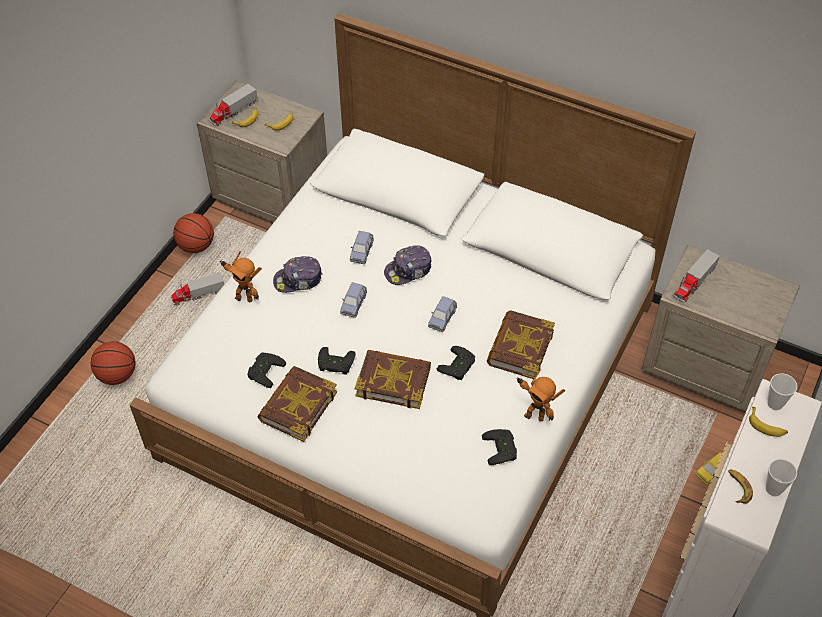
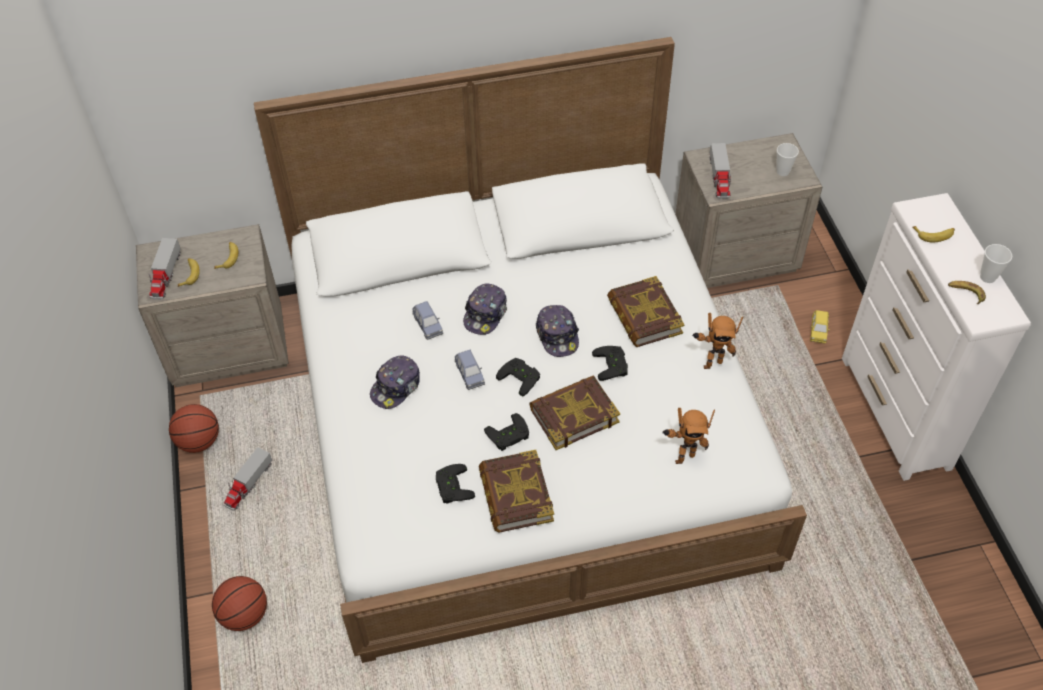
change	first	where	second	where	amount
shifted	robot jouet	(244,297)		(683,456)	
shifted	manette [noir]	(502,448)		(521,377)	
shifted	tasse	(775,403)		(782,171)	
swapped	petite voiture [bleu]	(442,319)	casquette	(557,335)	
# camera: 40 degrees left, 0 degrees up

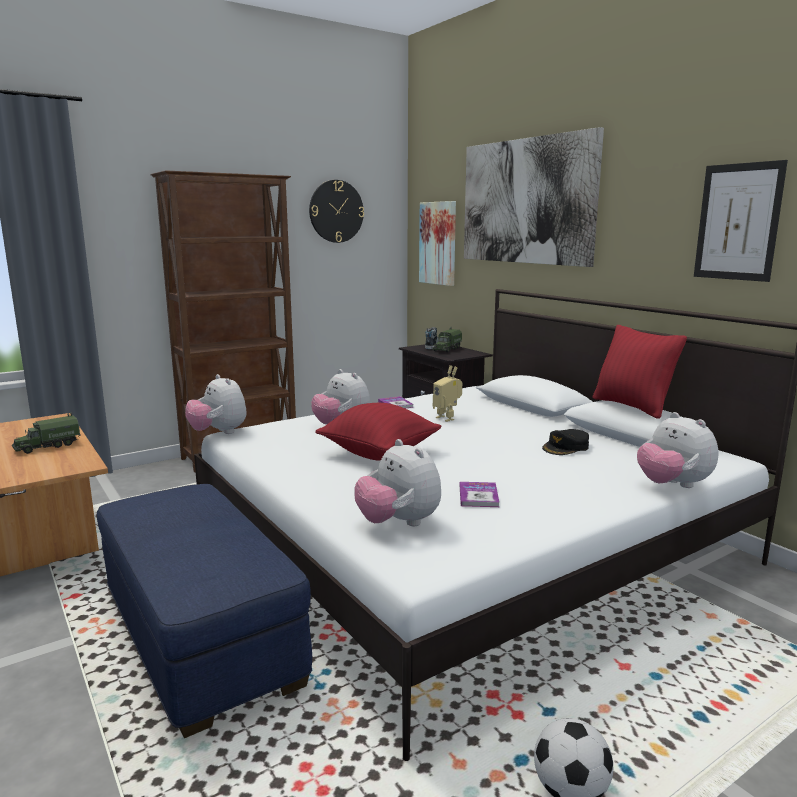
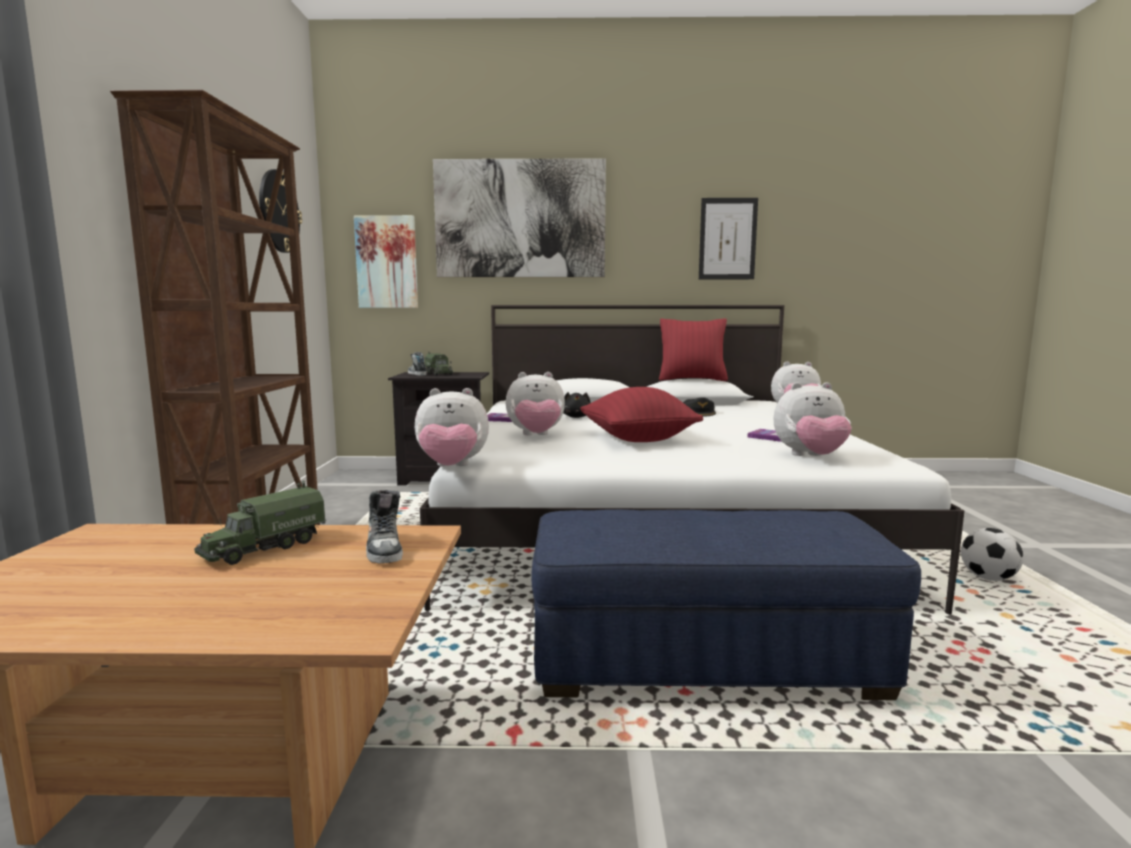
change	first	where	second	where	amount
new			chaussure	(385,548)	
swapped	robot jouet	(447,418)	peluche [noir]	(576,417)	
rotated	camion jouet	(47,446)		(264,548)	45 degrees clockwise
# camera: 55 degrees left, 5 degrees down

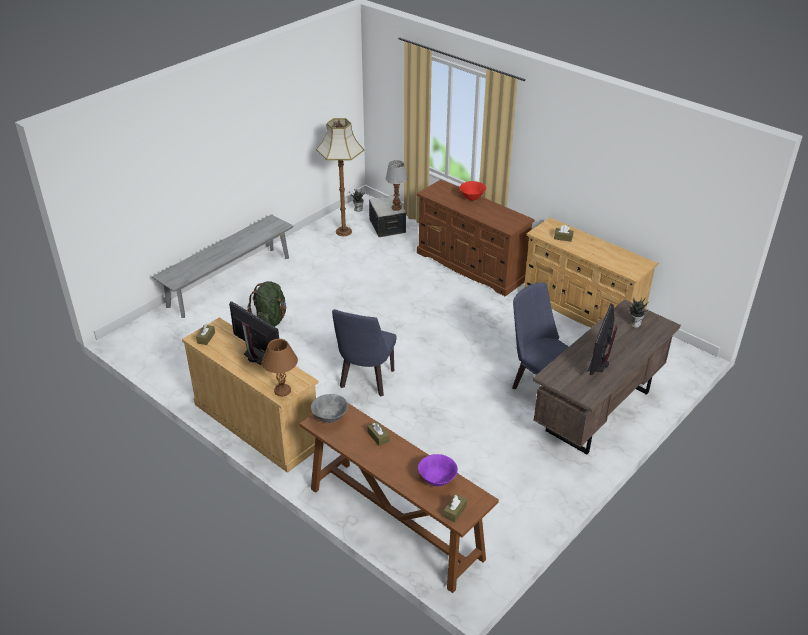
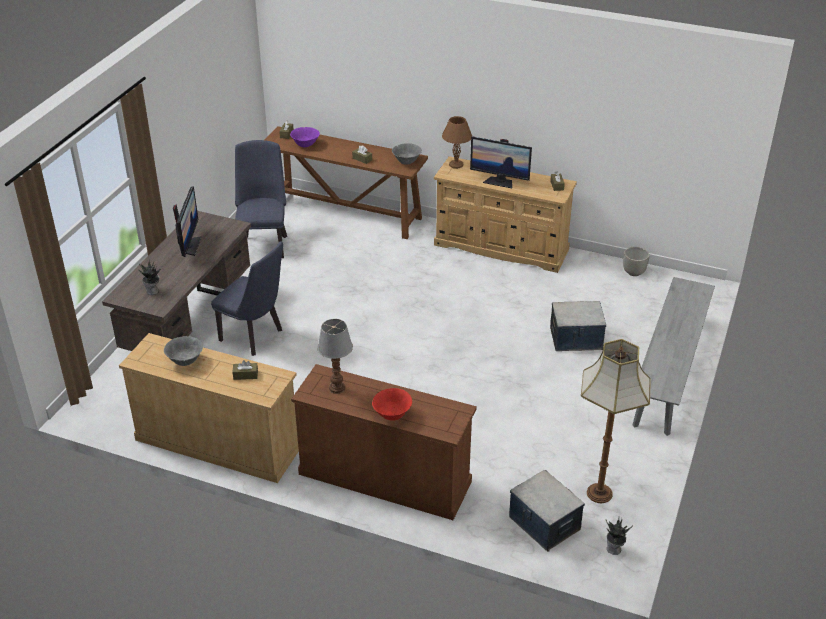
change	first	where	second	where	amount
new			bol [gris]	(186,361)	
new			cache-pot [gris]	(634,272)	
shifted	chaise [bleu]	(366,382)		(264,244)	
shifted	lampe de table	(396,208)		(337,388)	
swapped	sac à dos [vert]	(271,320)	boîte de rangement	(576,339)	
# camera: 160 degrees right, 0 degrees up

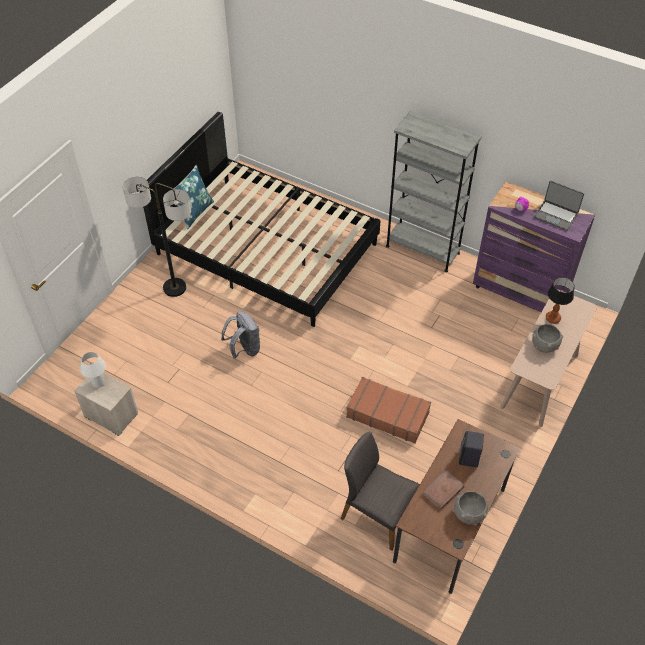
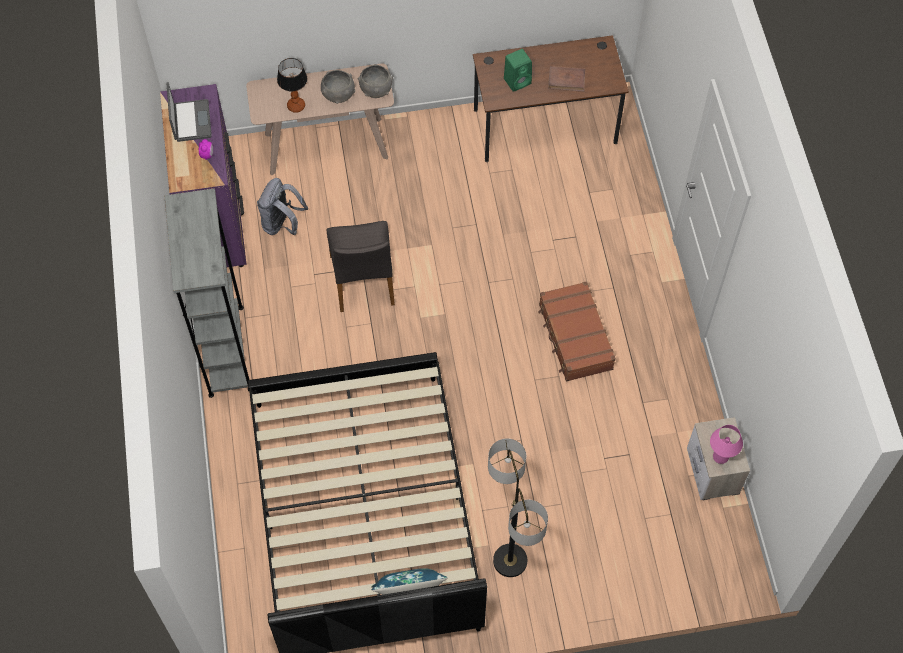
change	first	where	second	where	amount
shifted	sac à dos [gris]	(244,349)		(282,224)	
shifted	chaise [gris]	(377,513)		(363,280)	
shifted	valise [marron]	(387,414)		(574,337)	
shifted	bol [gris]	(469,514)		(376,90)	
repainted	lampe de table [blanc]	(98,383)	lampe de table [rose]	(720,456)	
repainted	enceinte [noir]	(469,458)	enceinte [vert]	(518,81)	
# camera: 130 degrees left, 10 degrees up

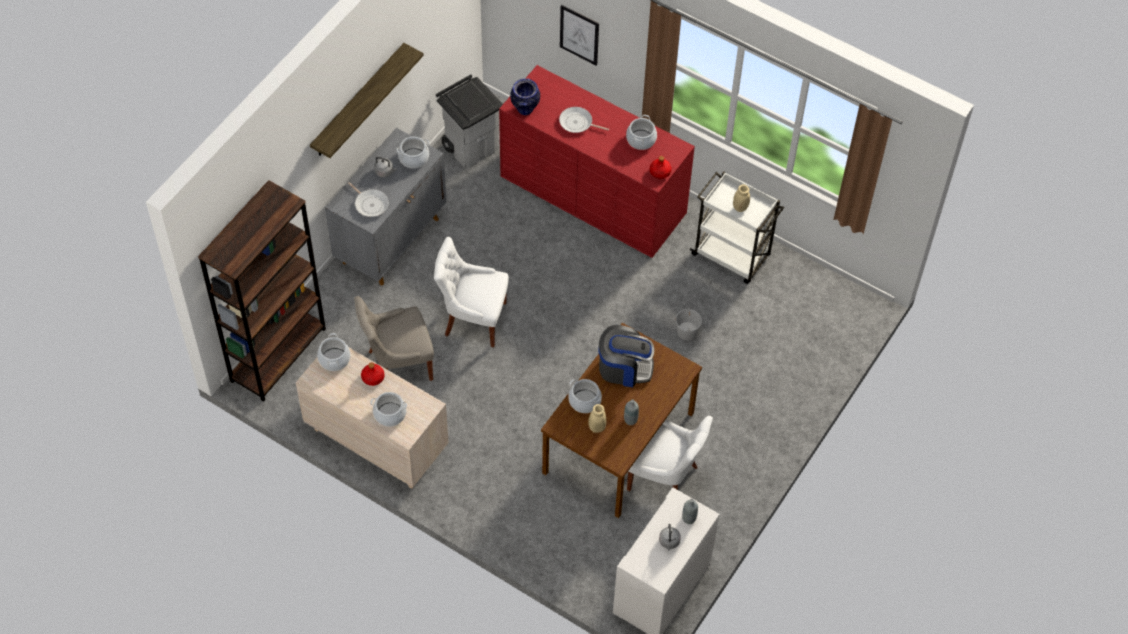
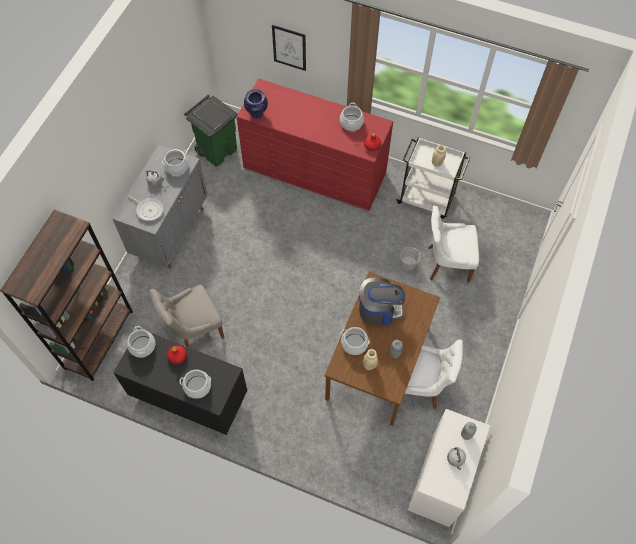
change	first	where	second	where	amount
gone	étagère	(358,101)			
gone	poêle	(577,123)			
shifted	chaise [blanc]	(473,319)		(447,263)	
repainted	commode [beige]	(376,440)	commode [noir]	(189,397)	
repainted	poubelle [gris]	(471,147)	poubelle [vert]	(217,150)	
# camera: 10 degrees left, 5 degrees up

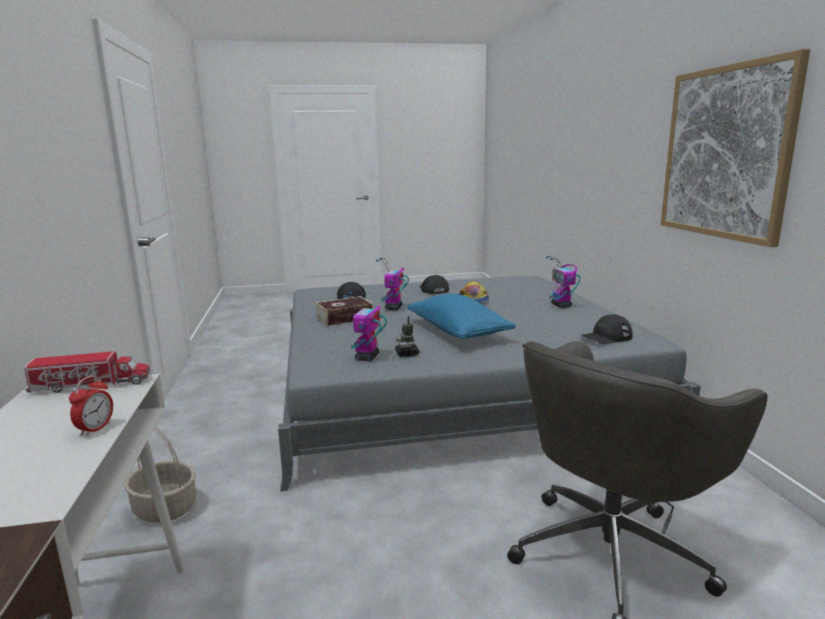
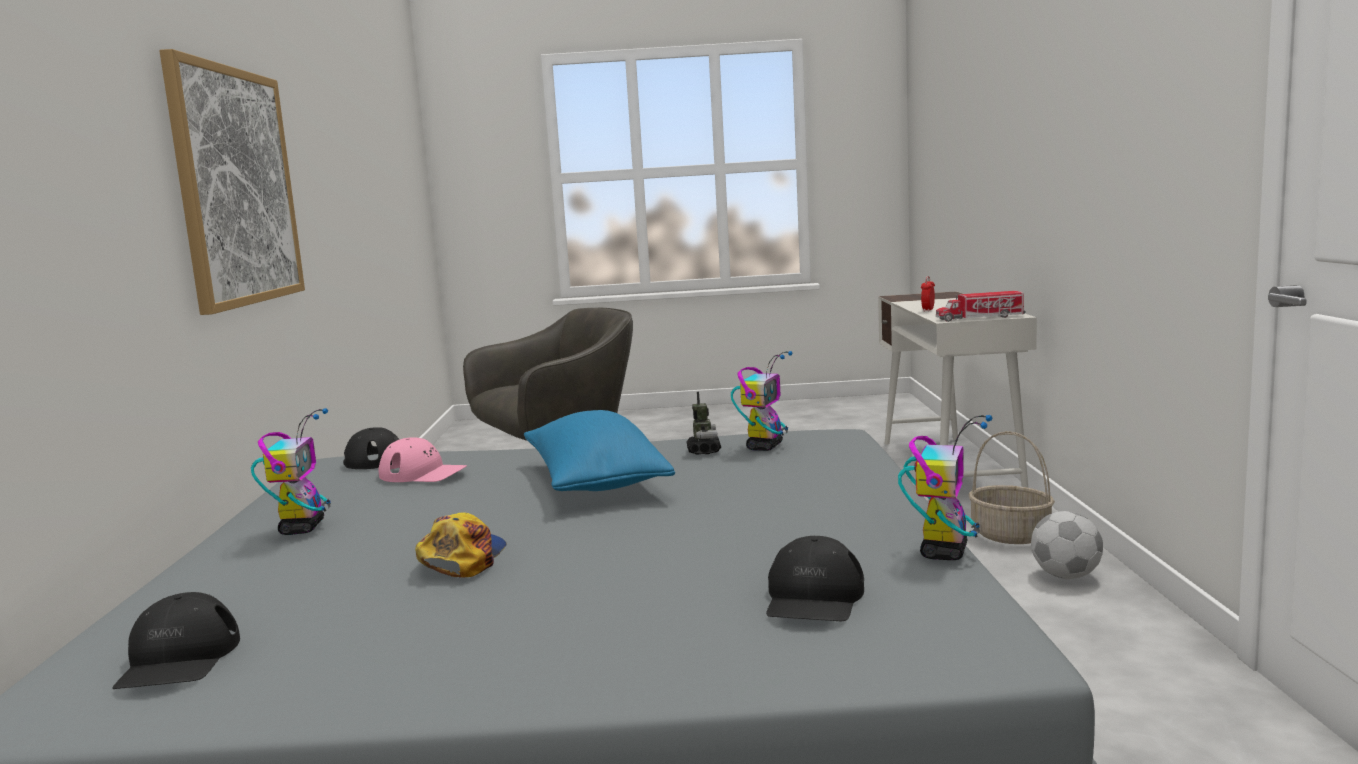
change	first	where	second	where	amount
gone	livre	(345,318)			
new			casquette [rose]	(423,473)	
new			ballon de foot	(1066,576)	
shifted	robot jouet	(393,308)		(944,552)	
shifted	casquette [noir]	(433,289)		(178,660)	
# camera: 170 degrees left, 5 degrees down

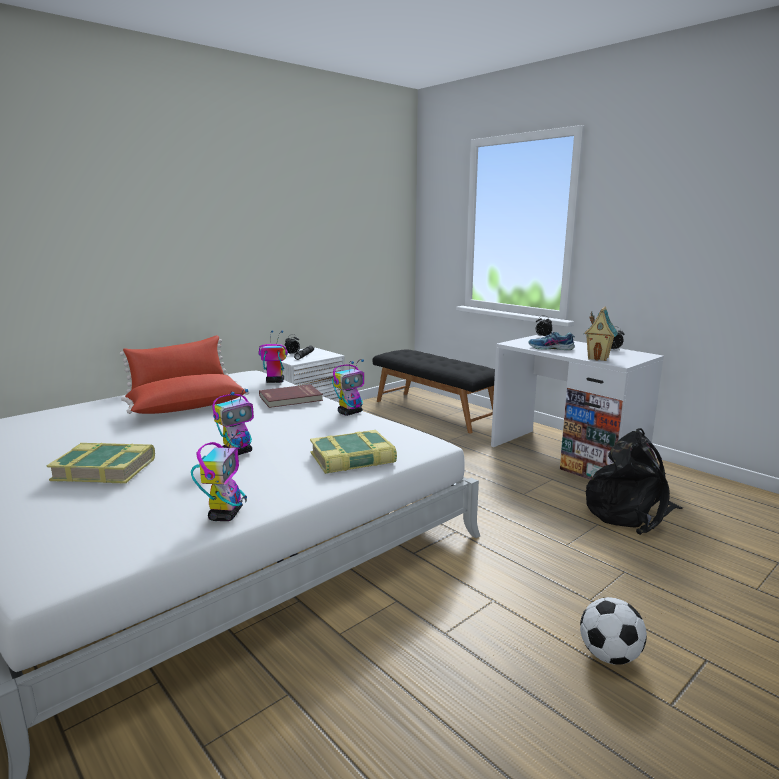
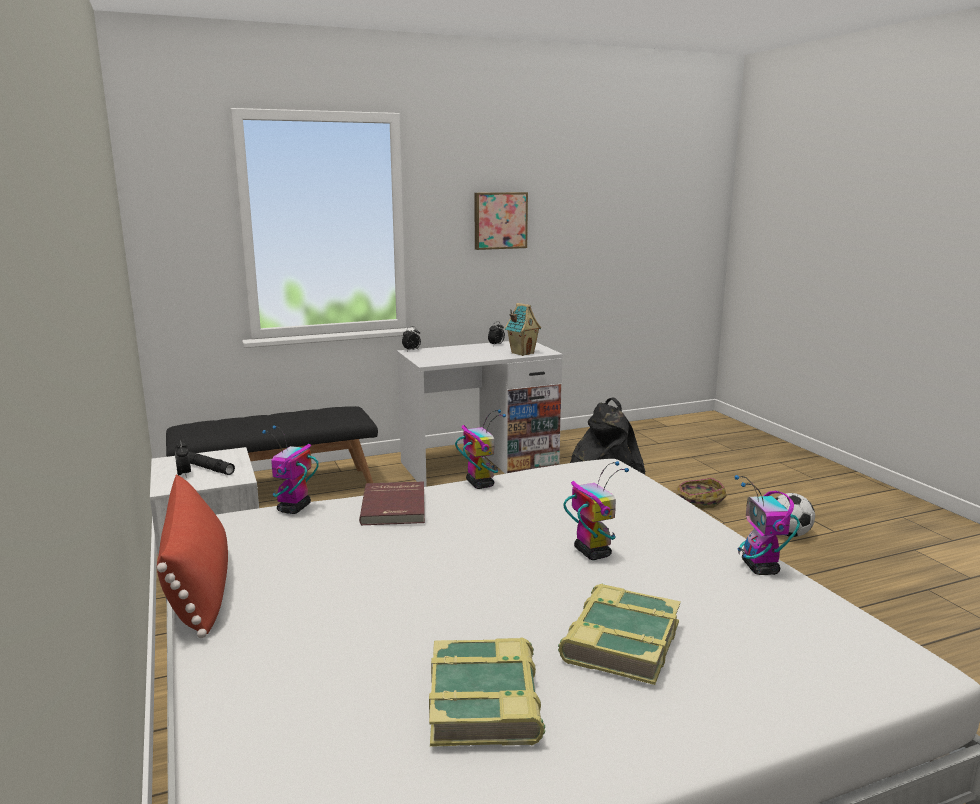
change	first	where	second	where	amount
gone	coussin [rouge]	(188,409)			
gone	chaussure	(551,348)			
new			tableau	(500,220)	
new			panier	(699,501)	
shifted	livre	(353,459)		(486,701)	
rotated	robot jouet	(226,514)		(760,568)	120 degrees counterclockwise
# camera: 70 degrees left, 0 degrees up

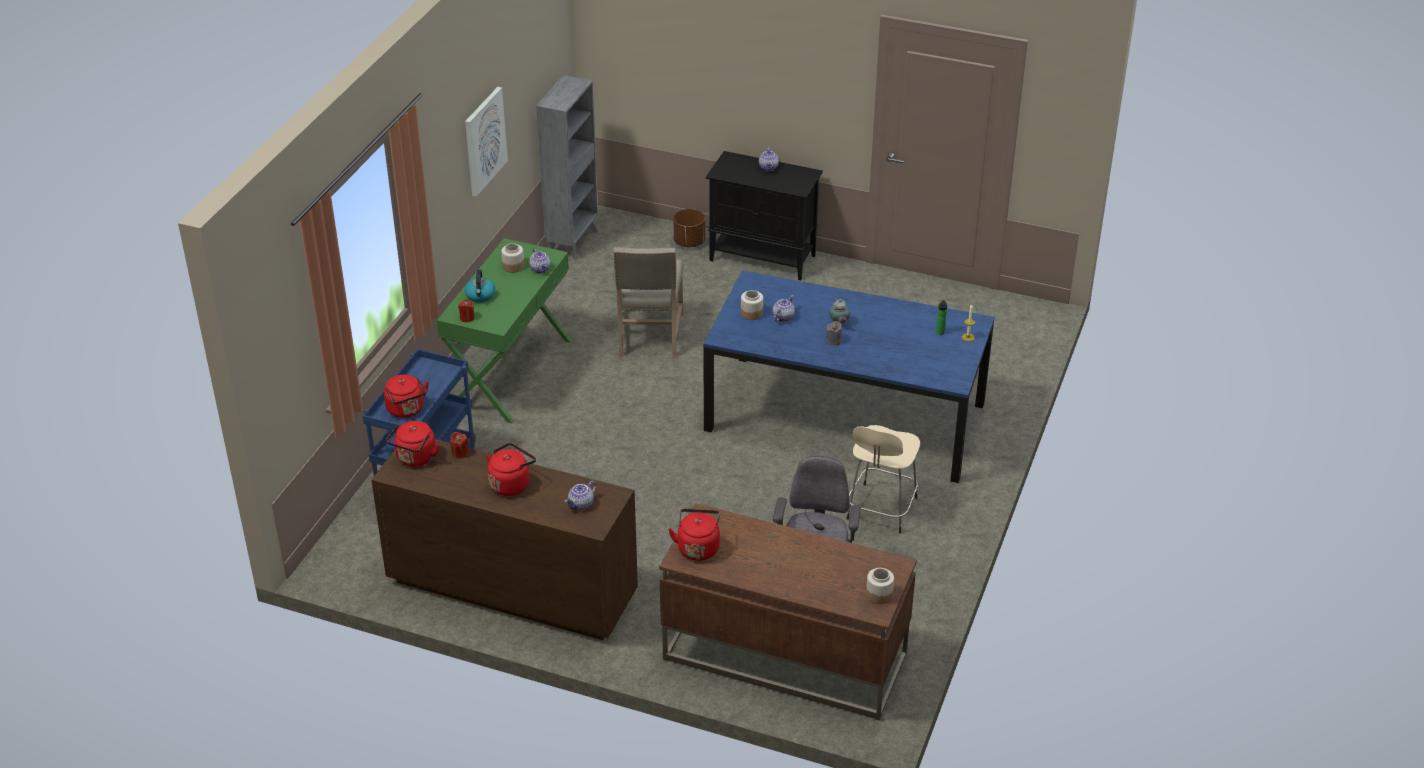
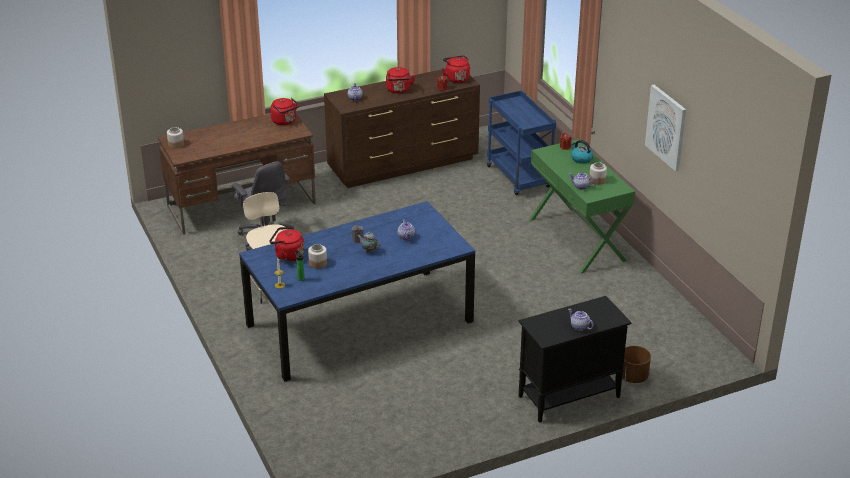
change	first	where	second	where	amount
gone	bibliothèque [gris]	(573,241)			
gone	chaise [beige]	(648,336)			
shifted	bouilloire [rouge]	(407,410)		(287,256)	
shifted	bocal	(751,314)		(317,263)	
# camera: 135 degrees right, 5 degrees down

